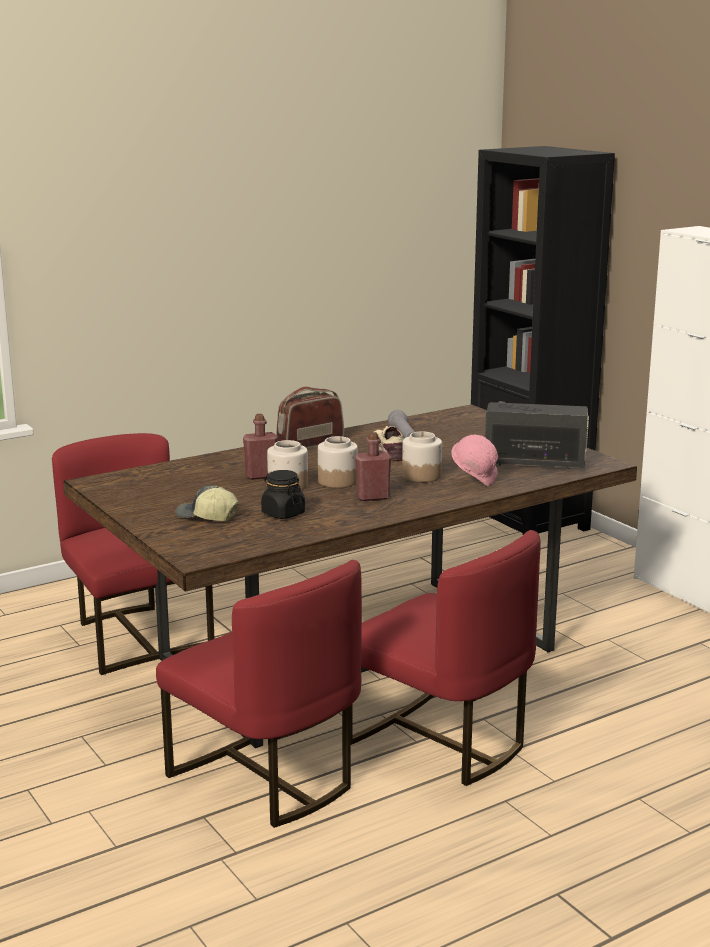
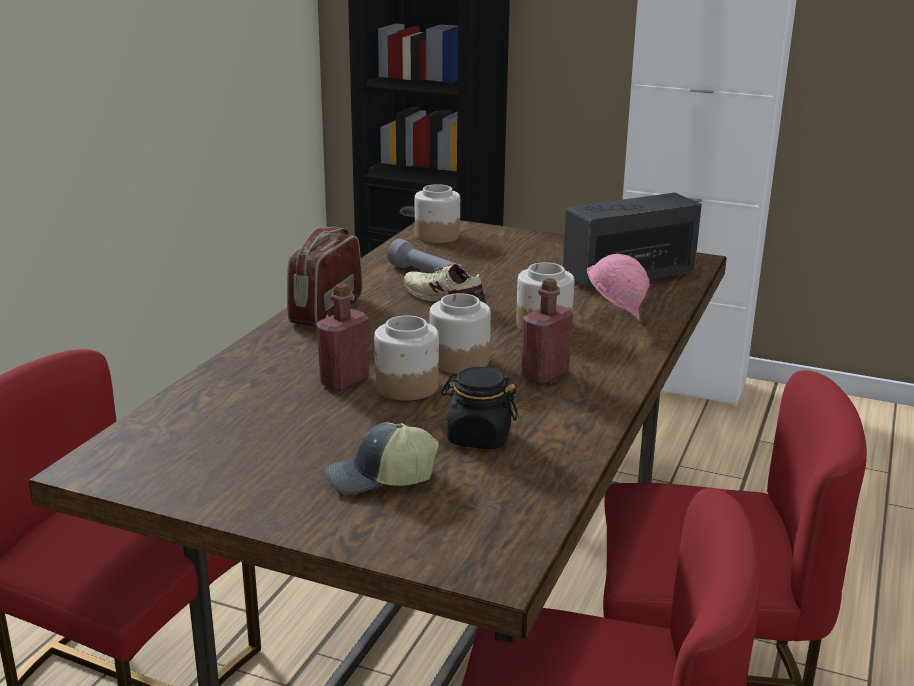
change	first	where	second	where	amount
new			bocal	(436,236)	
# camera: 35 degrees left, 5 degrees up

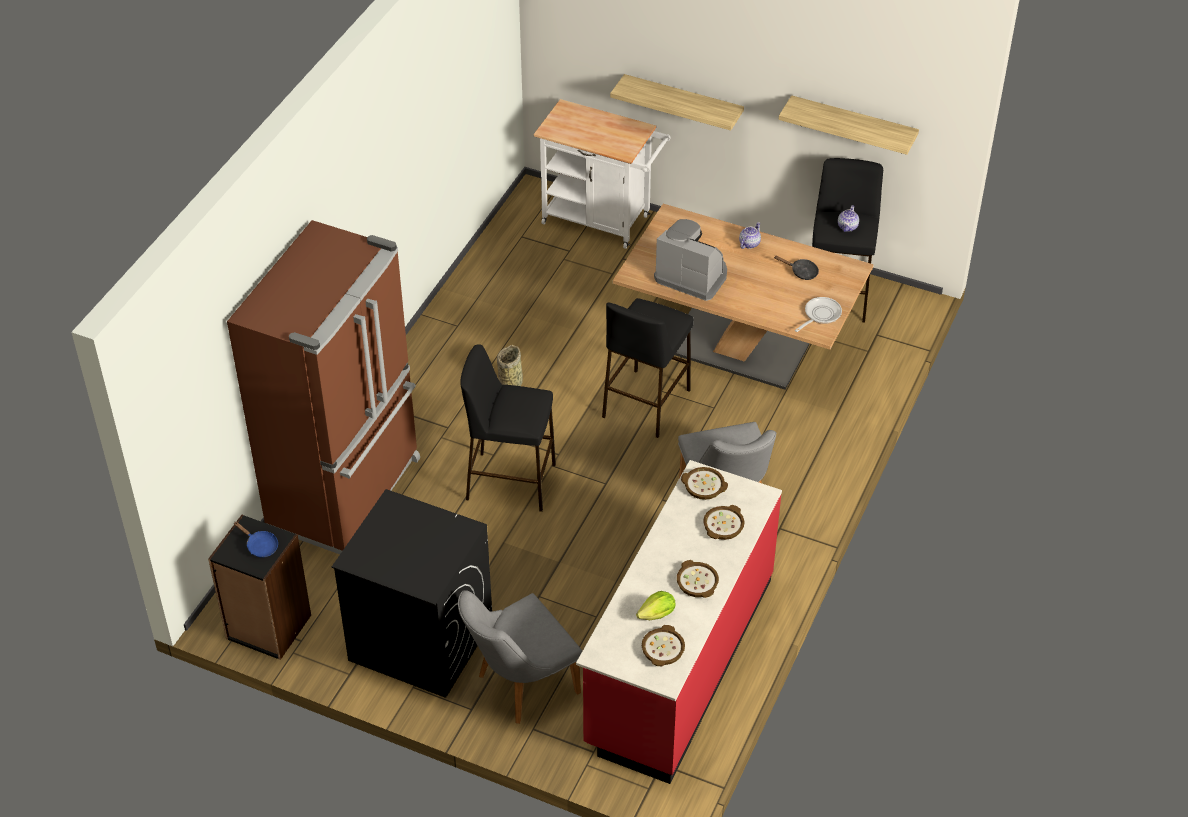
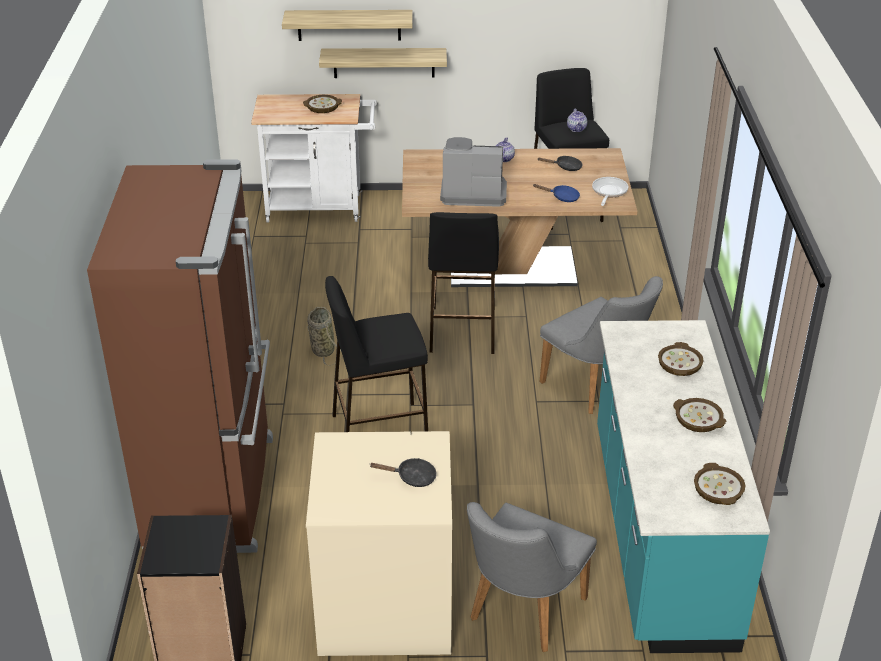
change	first	where	second	where	amount
gone	laitue	(657,614)			
new			poêle [noir]	(412,477)	
shifted	poêle [bleu]	(260,546)		(562,197)	
shifted	bol	(704,487)		(323,107)	
shifted	étagère	(853,125)		(349,25)	
repainted	lave-linge [noir]	(420,640)	lave-linge [beige]	(384,607)	
repainted	comptoir de cuisine [rouge]	(678,661)	comptoir de cuisine [turquoise]	(659,534)	
# camera: 25 degrees left, 10 degrees down

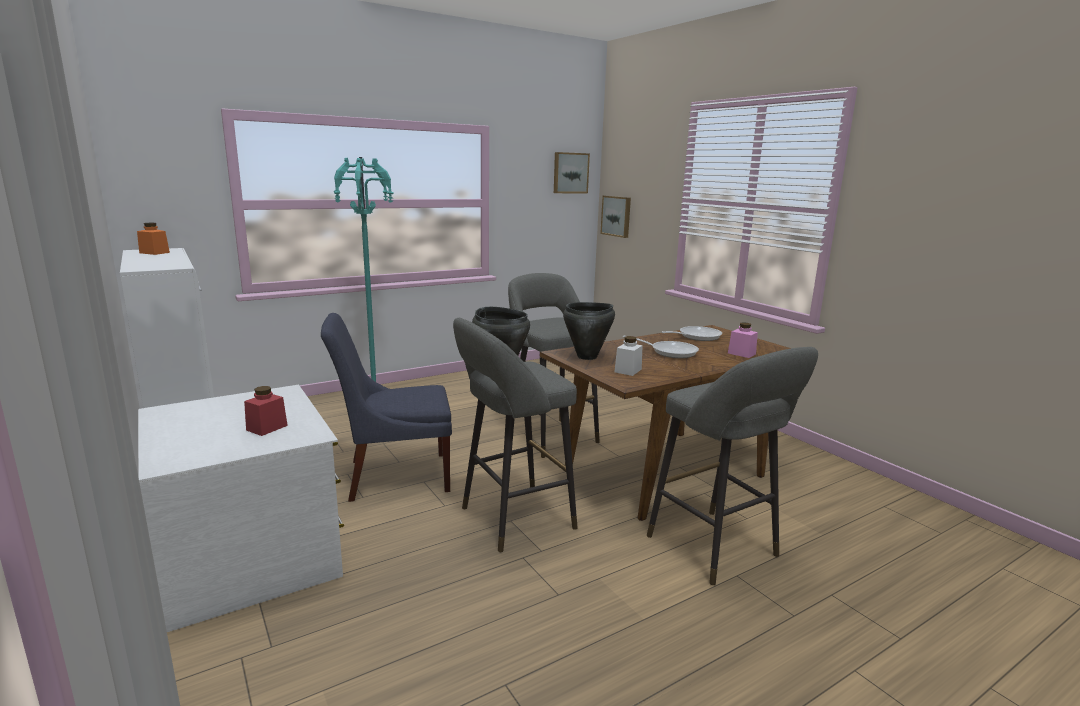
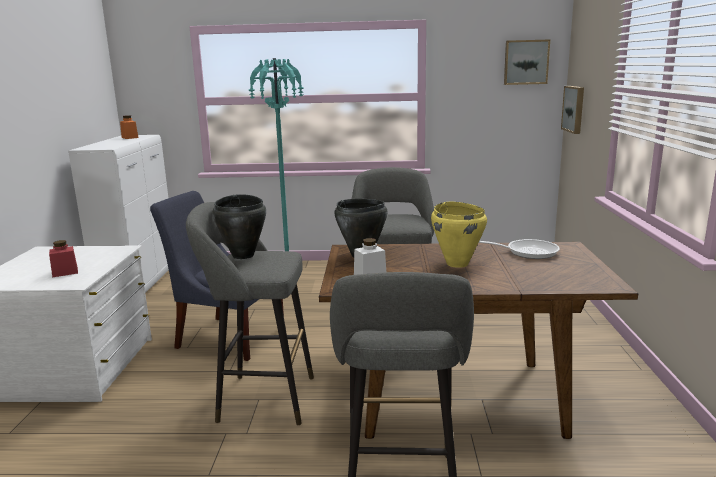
change	first	where	second	where	amount
gone	bocal [rose]	(741,353)			
swapped	poêle	(669,352)	marmite [jaune]	(457,263)	
# camera: 35 degrees right, 0 degrees up

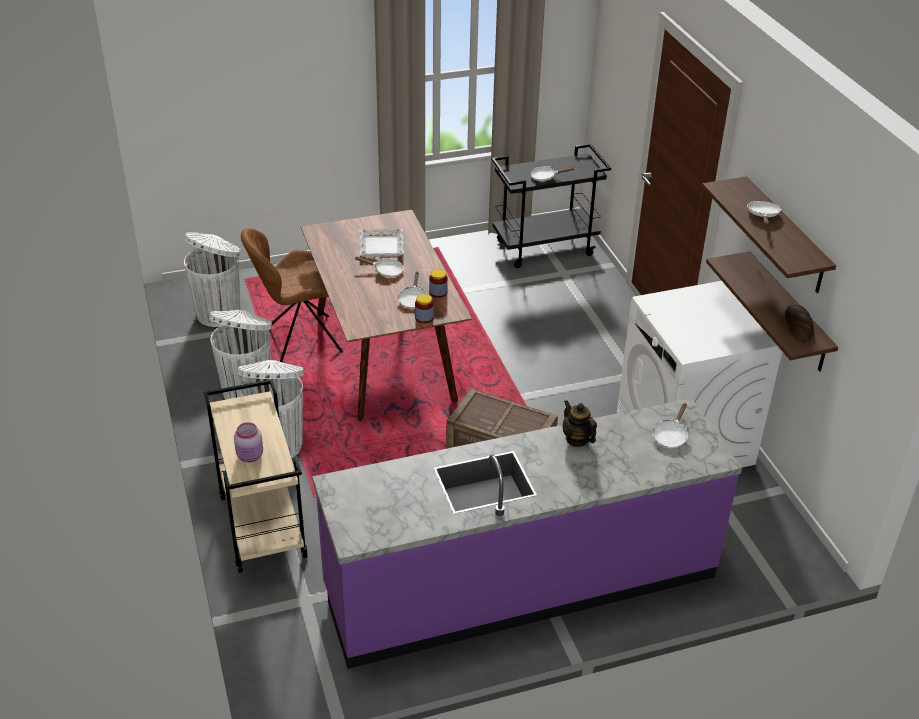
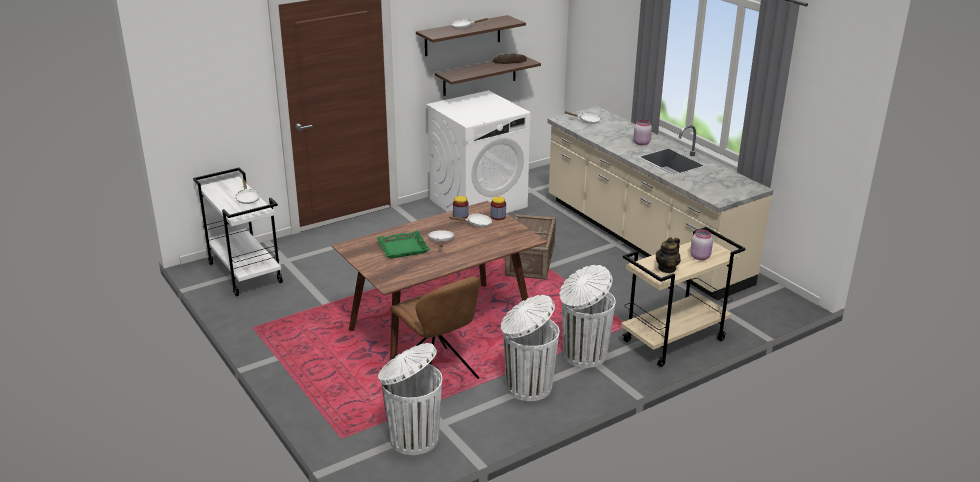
change	first	where	second	where	amount
new			bocal [rose]	(641,143)	
shifted	théière	(577,439)		(667,268)	
repainted	comptoir de cuisine [violet]	(520,582)	comptoir de cuisine [beige]	(643,241)	
repainted	plateau [blanc]	(382,246)	plateau [vert]	(403,248)	
repainted	chariot [noir]	(545,248)	chariot [blanc]	(244,273)	
# camera: 105 degrees left, 10 degrees down

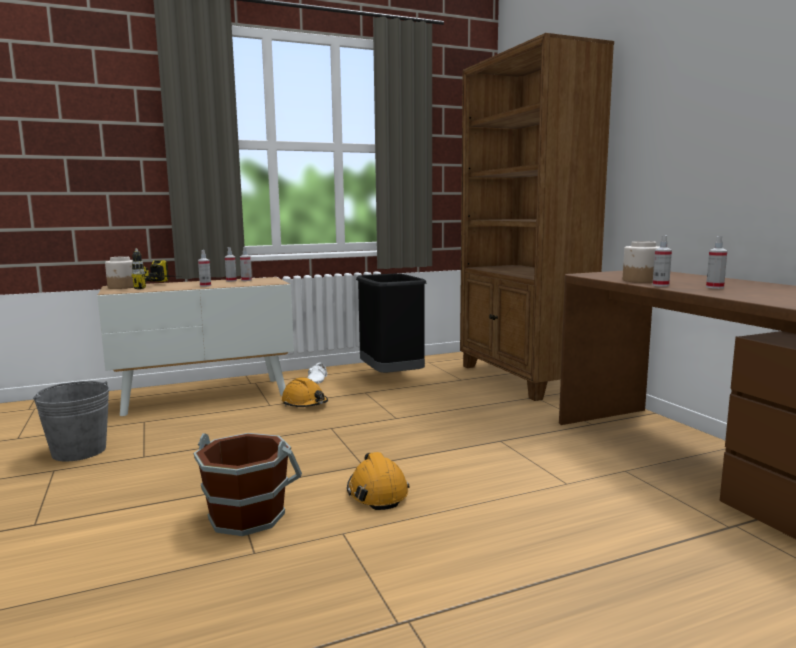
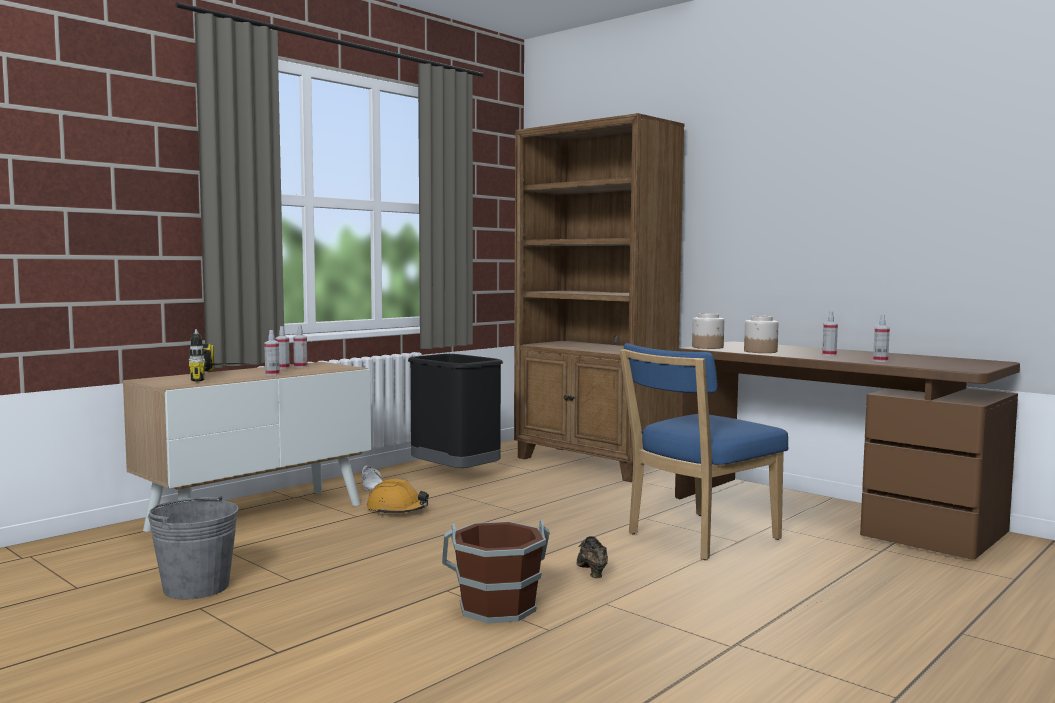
change	first	where	second	where	amount
new			chaise [bleu]	(697,537)	
shifted	bocal	(122,287)		(708,347)	
shifted	vaporisateur	(660,285)		(880,361)	
swapped	casque de chantier [orange]	(377,492)	chaussure [marron]	(591,571)	
# camera: 25 degrees left, 5 degrees down

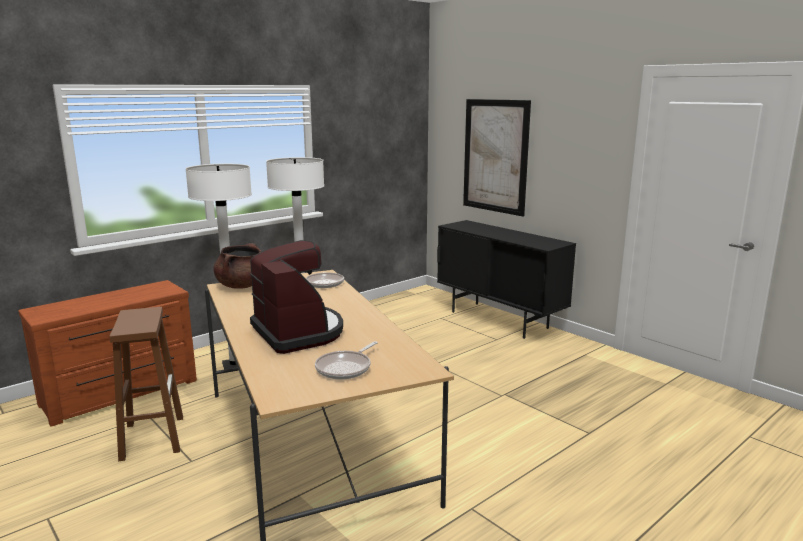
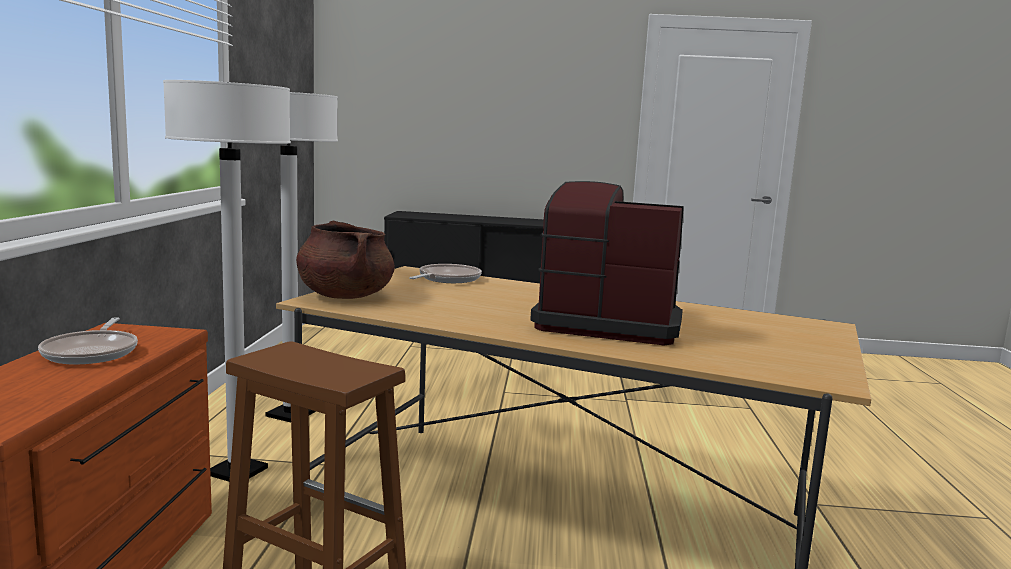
change	first	where	second	where	amount
gone	tableau	(495,156)			
shifted	poêle	(345,368)		(92,352)	
# camera: 45 degrees left, 5 degrees down

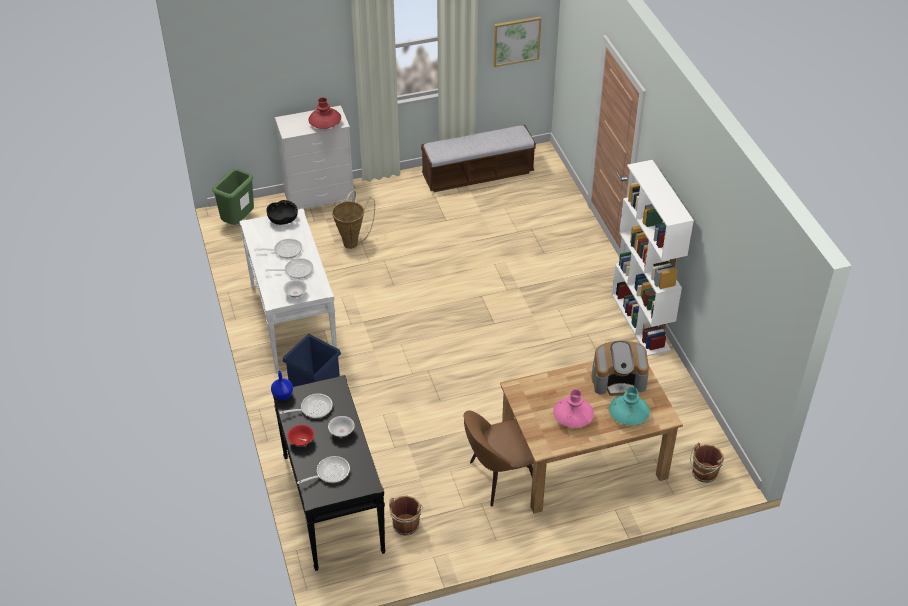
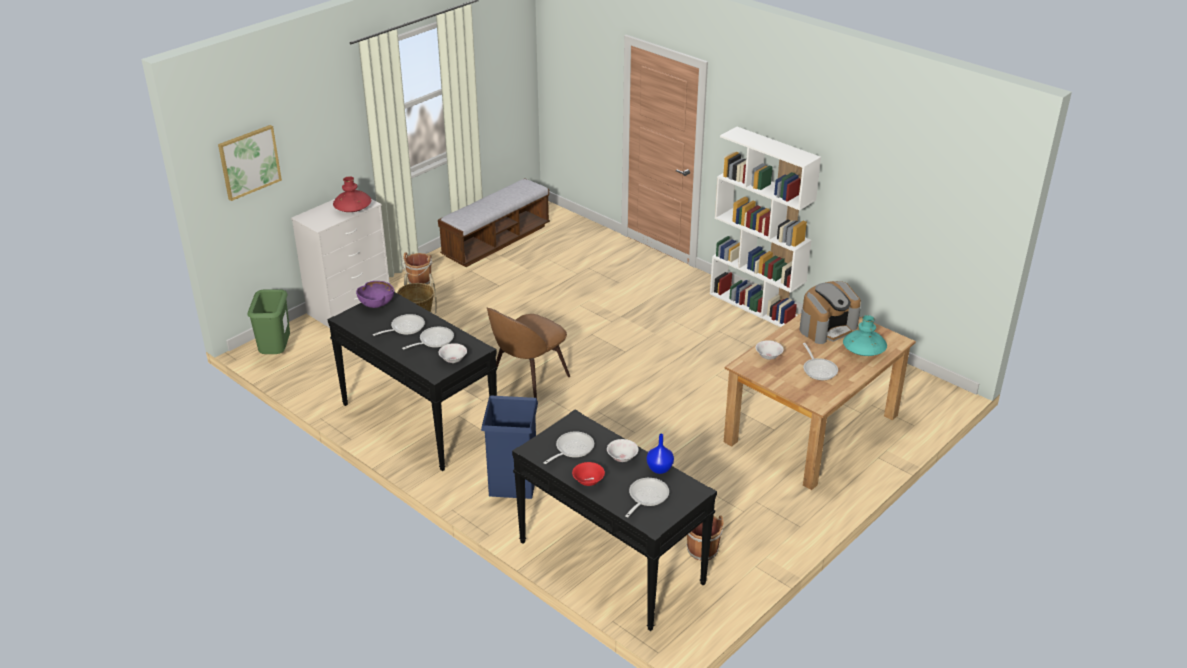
change	first	where	second	where	amount
new			bol [blanc]	(768,356)	
shifted	vase [bleu]	(283,396)		(660,469)	
shifted	chaise [marron]	(500,477)		(528,378)	
shifted	tableau	(516,41)		(249,162)	
shifted	seau [marron]	(704,474)		(419,281)	
swapped	vase [rose]	(573,417)	poêle	(819,369)	
repainted	table console [blanc]	(292,322)	table console [noir]	(418,420)	
repainted	bol [noir]	(283,220)	bol [violet]	(376,303)	
# camera: 30 degrees left, 10 degrees down

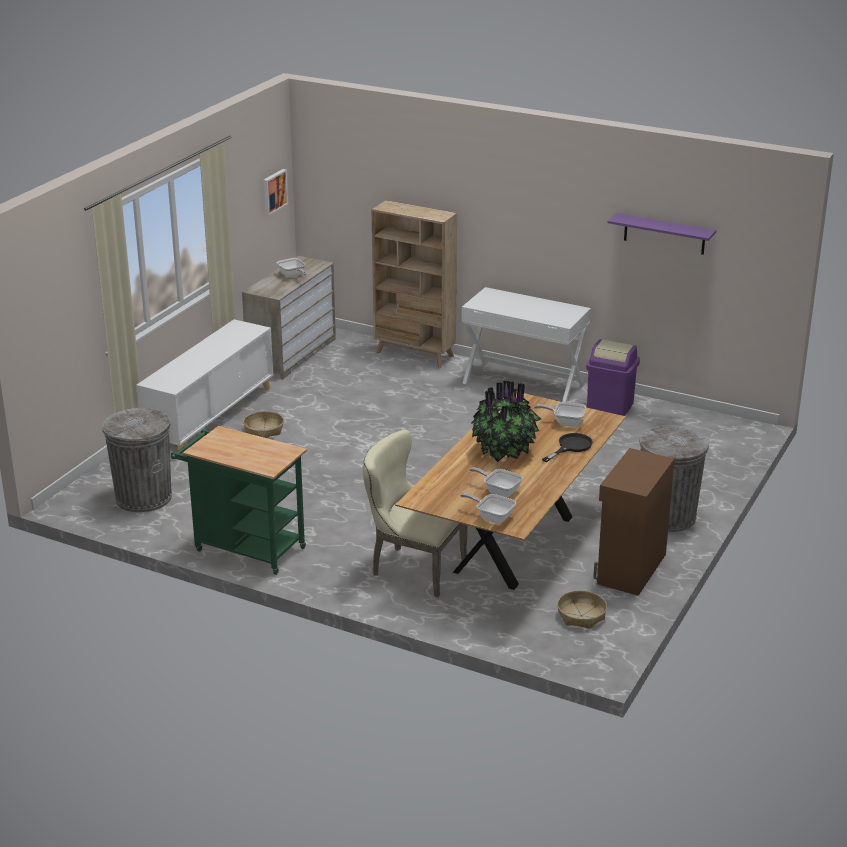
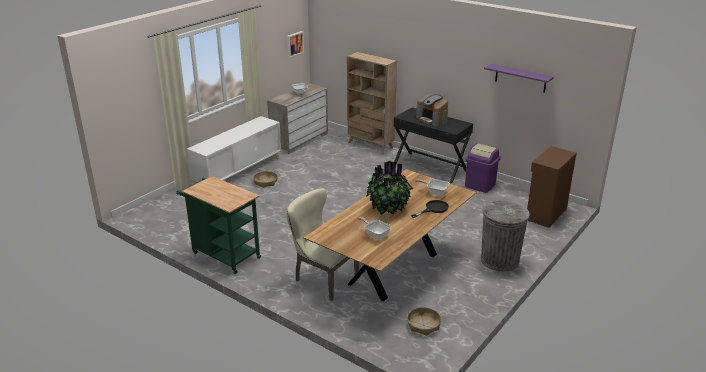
change	first	where	second	where	amount
gone	poubelle [gris]	(144,497)			
gone	poêle	(492,517)			
new			machine à café	(432,119)	
shifted	meuble de rangement [marron]	(630,569)		(545,214)	
repainted	bureau [blanc]	(524,383)	bureau [noir]	(430,167)	
# camera: 10 degrees right, 0 degrees up

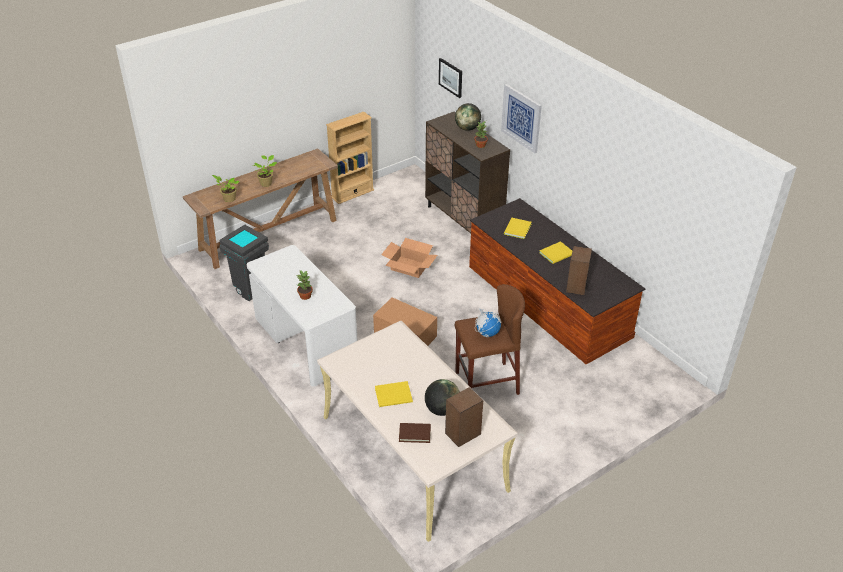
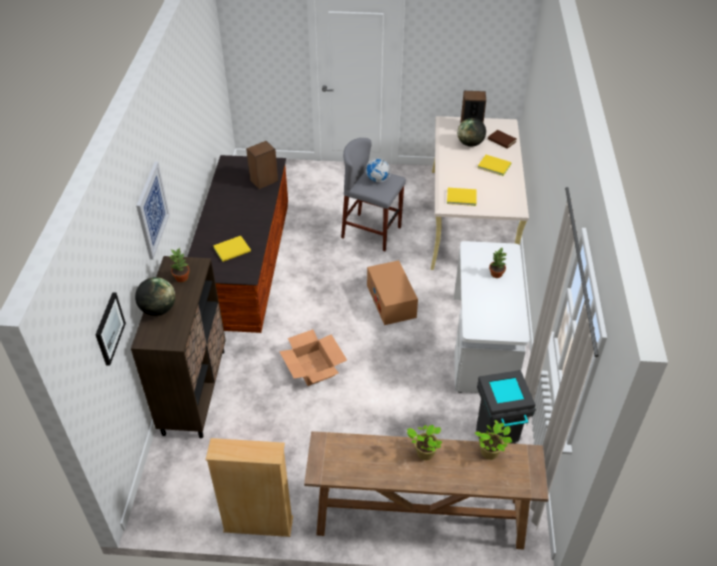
change	first	where	second	where	amount
shifted	livre [jaune]	(558,253)		(460,197)	
repainted	tabouret [marron]	(486,383)	tabouret [gris]	(371,232)	
# camera: 140 degrees left, 5 degrees up

